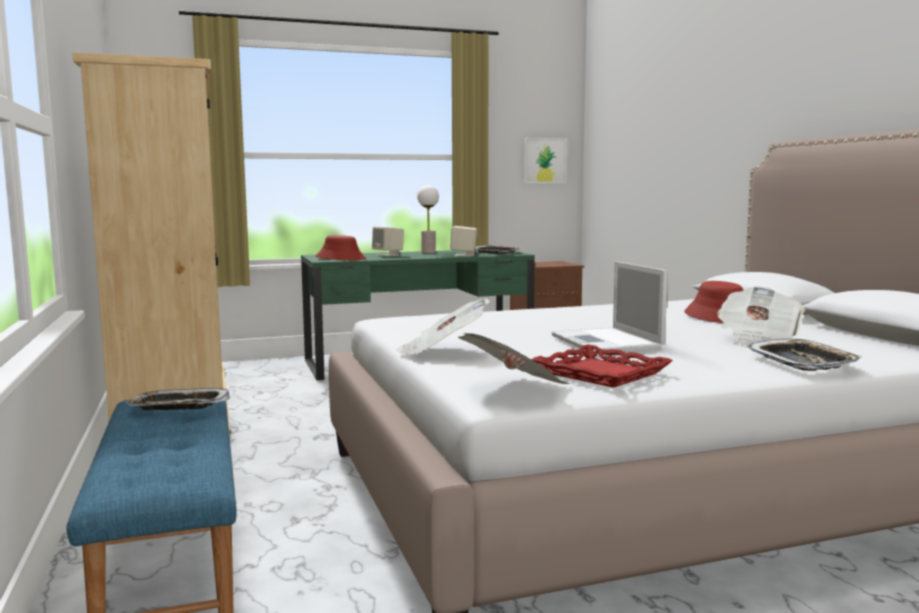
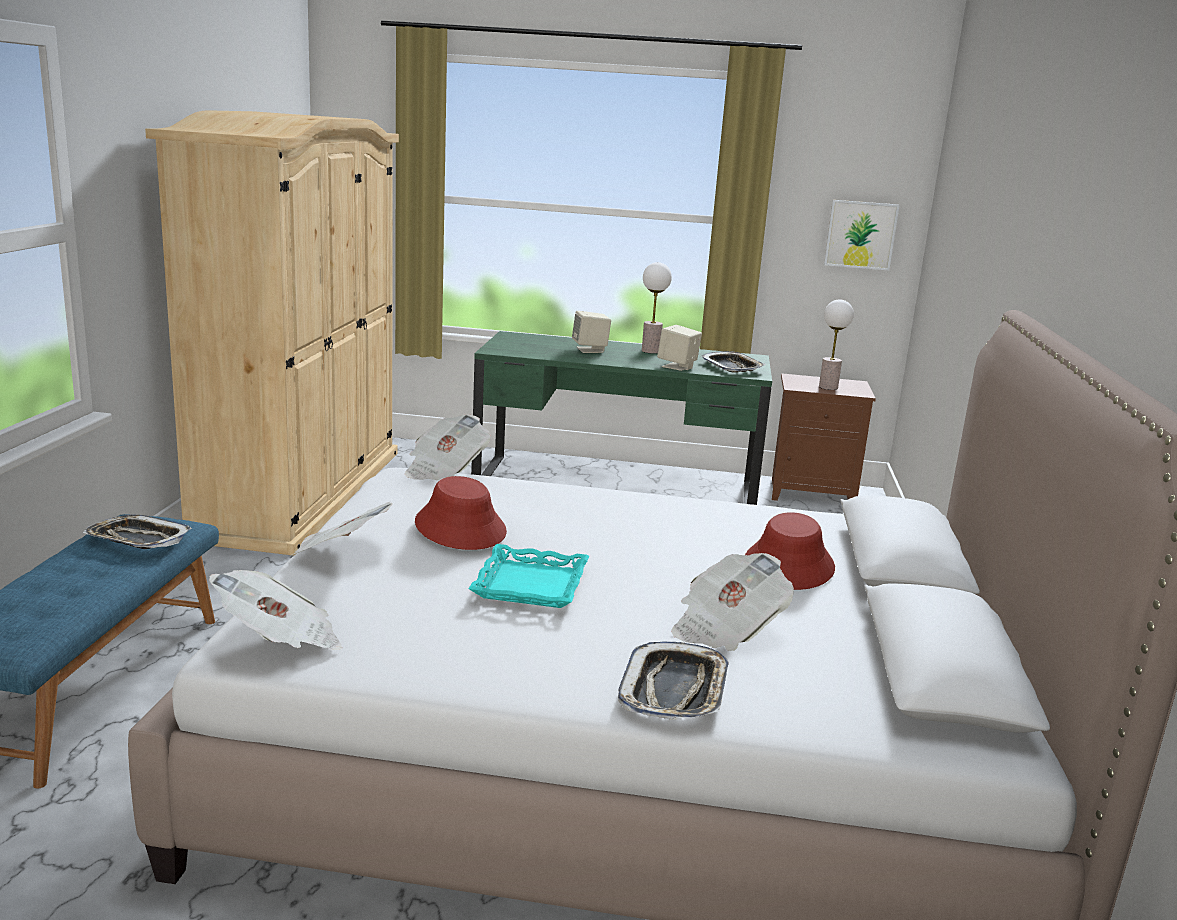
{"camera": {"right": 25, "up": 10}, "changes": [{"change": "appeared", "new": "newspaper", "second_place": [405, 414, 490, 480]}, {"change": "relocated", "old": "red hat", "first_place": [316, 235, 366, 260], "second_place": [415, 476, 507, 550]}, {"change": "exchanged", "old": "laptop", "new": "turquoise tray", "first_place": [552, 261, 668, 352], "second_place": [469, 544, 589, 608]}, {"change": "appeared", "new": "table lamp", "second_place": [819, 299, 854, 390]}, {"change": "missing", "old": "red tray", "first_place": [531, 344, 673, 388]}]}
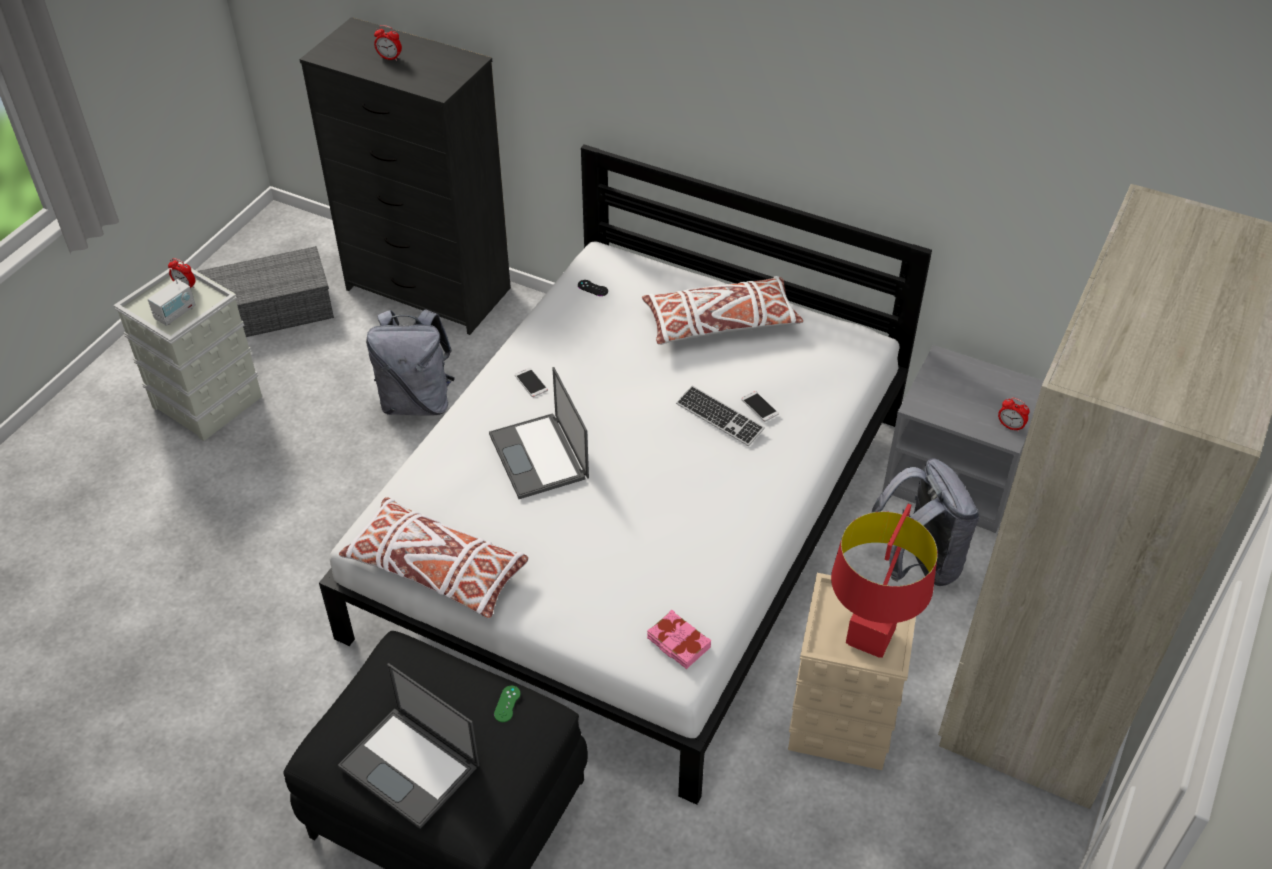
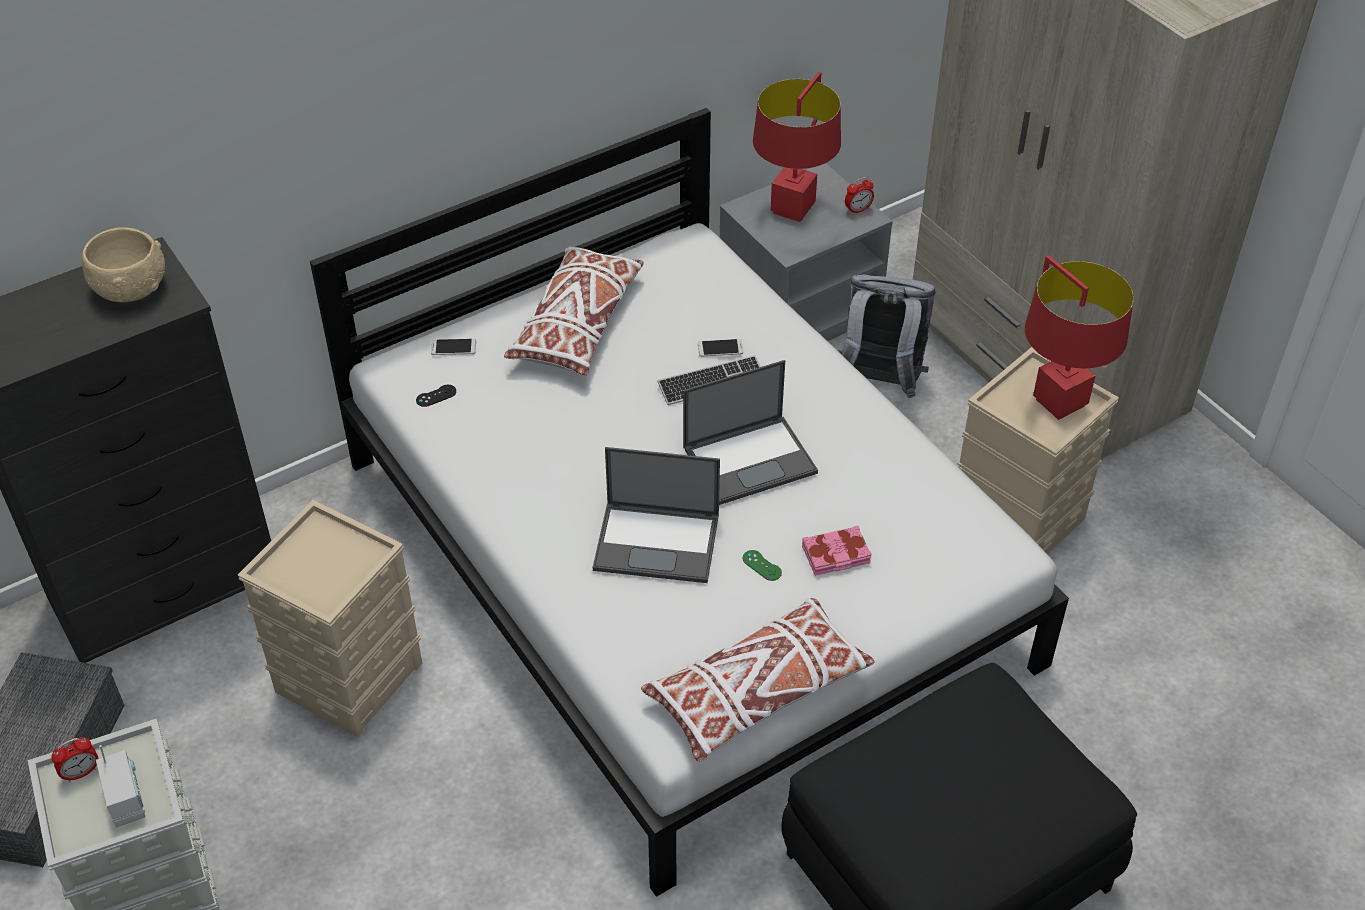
{"camera": {"right": -60, "up": 0}, "changes": [{"change": "appeared", "new": "beige bowl", "second_place": [82, 227, 165, 302]}, {"change": "exchanged", "old": "grey backpack", "new": "beige storage box", "first_place": [366, 309, 455, 415], "second_place": [238, 500, 422, 737]}, {"change": "relocated", "old": "phone", "first_place": [515, 368, 548, 397], "second_place": [431, 338, 476, 355]}, {"change": "relocated", "old": "laptop", "first_place": [338, 663, 479, 829], "second_place": [683, 360, 818, 505]}, {"change": "relocated", "old": "green game controller", "first_place": [494, 686, 521, 722], "second_place": [743, 550, 782, 581]}, {"change": "appeared", "new": "red table lamp", "second_place": [753, 72, 841, 222]}, {"change": "relocated", "old": "pink book", "first_place": [647, 610, 711, 669], "second_place": [802, 526, 872, 576]}, {"change": "missing", "old": "alarm clock", "first_place": [374, 25, 402, 61]}]}
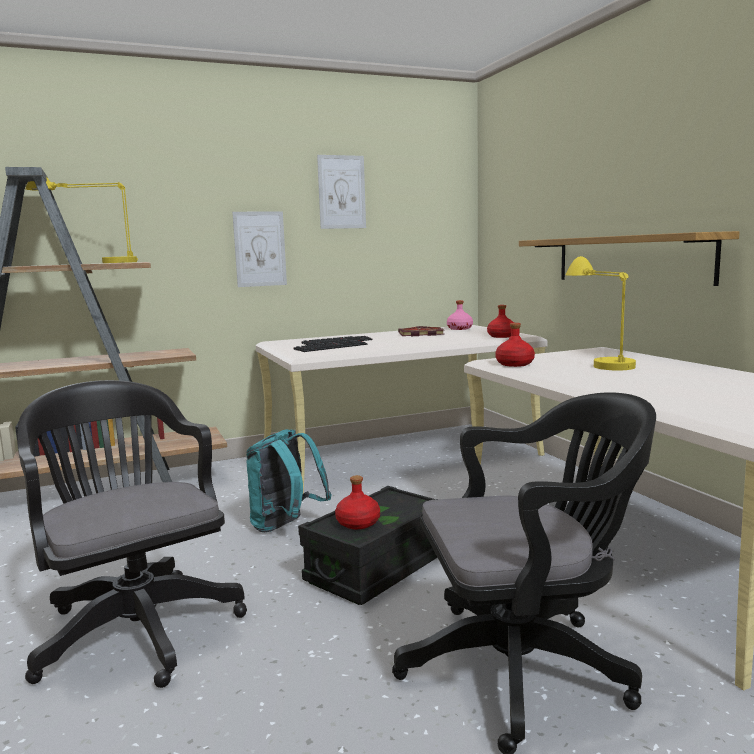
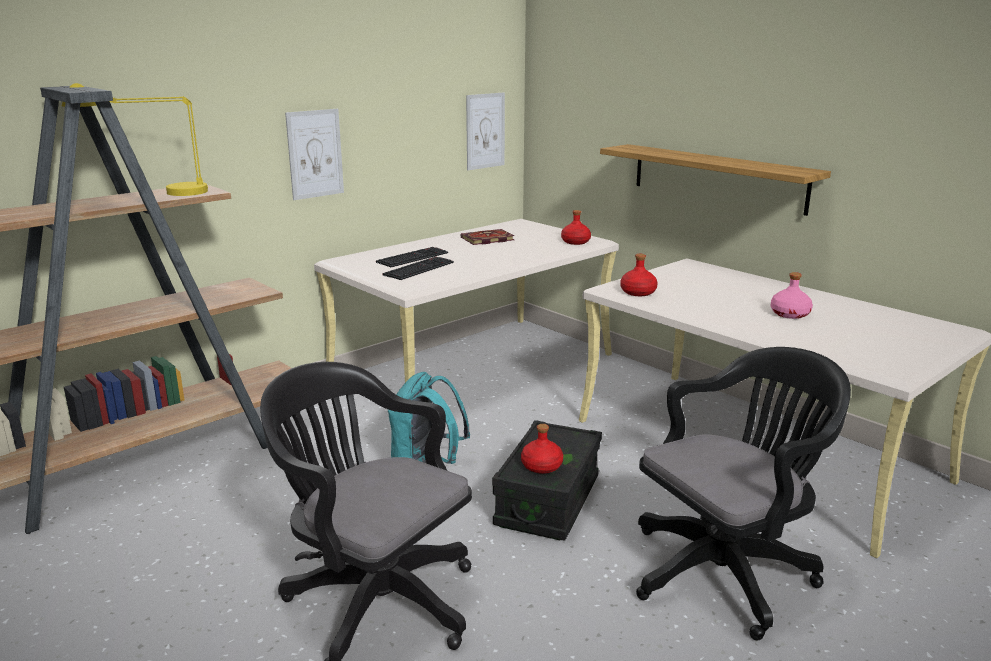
{"camera": {"right": -20, "up": 10}, "changes": [{"change": "relocated", "old": "picture", "first_place": [317, 155, 366, 229], "second_place": [466, 93, 505, 170]}, {"change": "relocated", "old": "pink bottle", "first_place": [447, 300, 473, 330], "second_place": [771, 272, 813, 319]}, {"change": "missing", "old": "yellow table lamp", "first_place": [566, 256, 636, 370]}]}
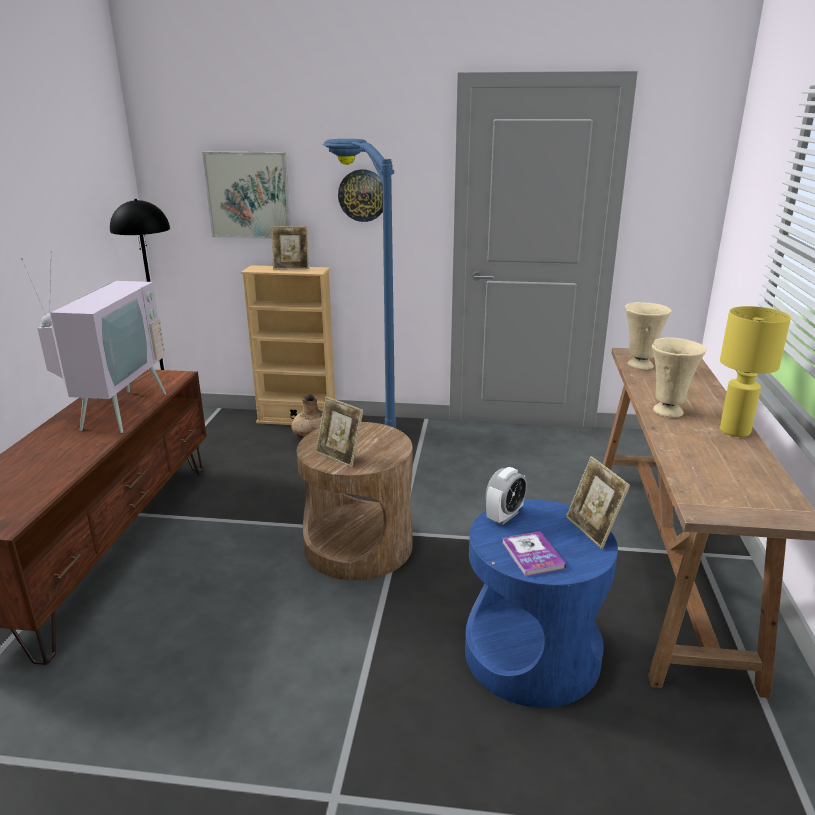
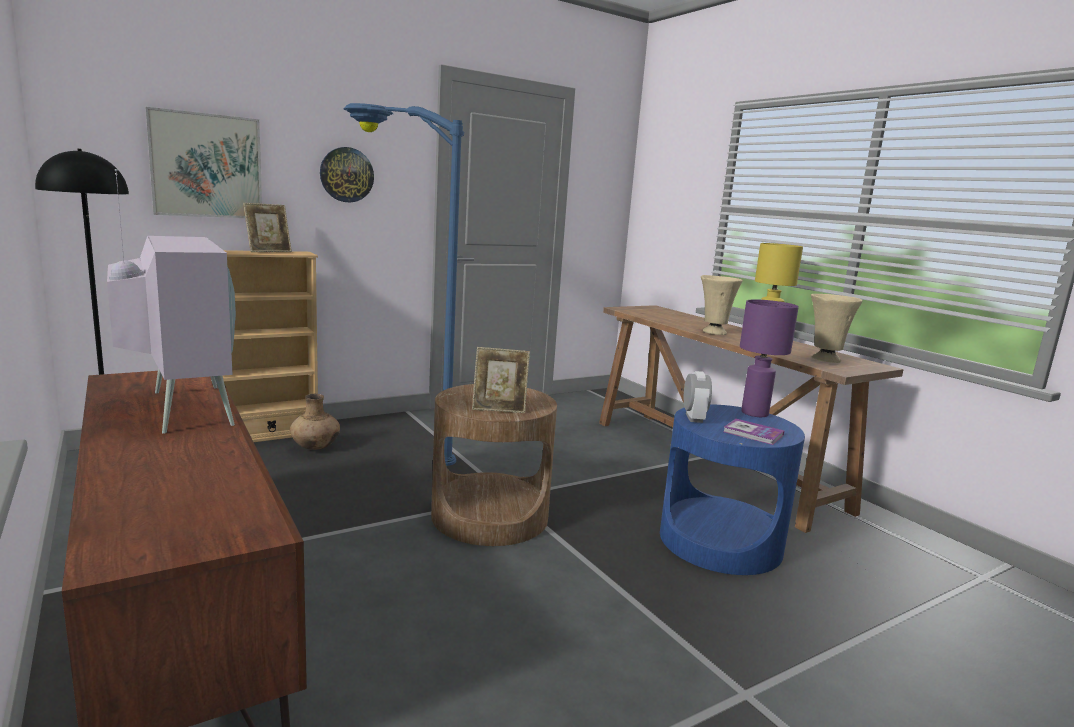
{"camera": {"right": -40, "up": -10}, "changes": [{"change": "exchanged", "old": "picture frame", "new": "purple table lamp", "first_place": [566, 456, 630, 549], "second_place": [740, 299, 799, 417]}, {"change": "relocated", "old": "beige vase", "first_place": [625, 302, 672, 370], "second_place": [811, 294, 863, 363]}]}
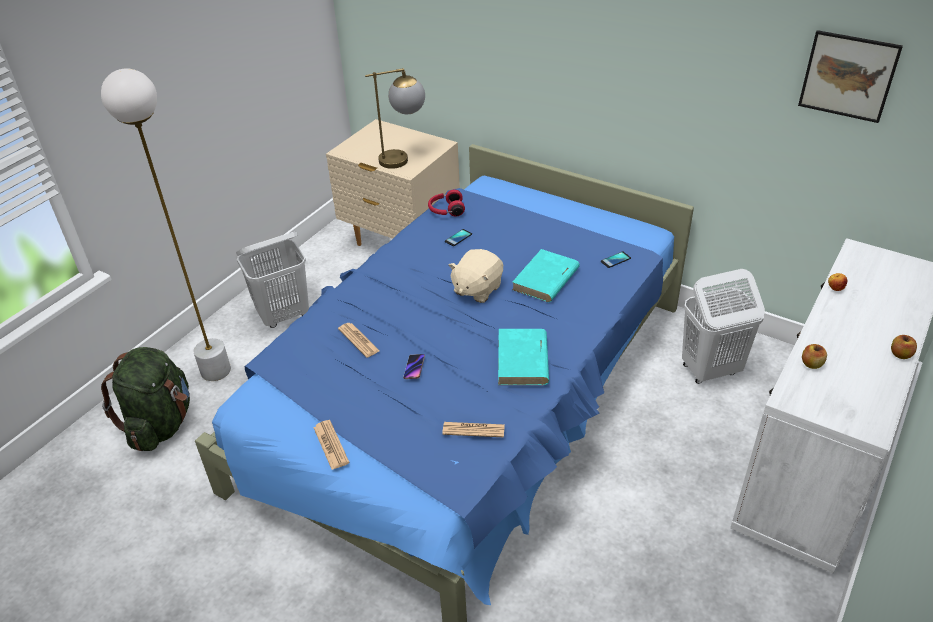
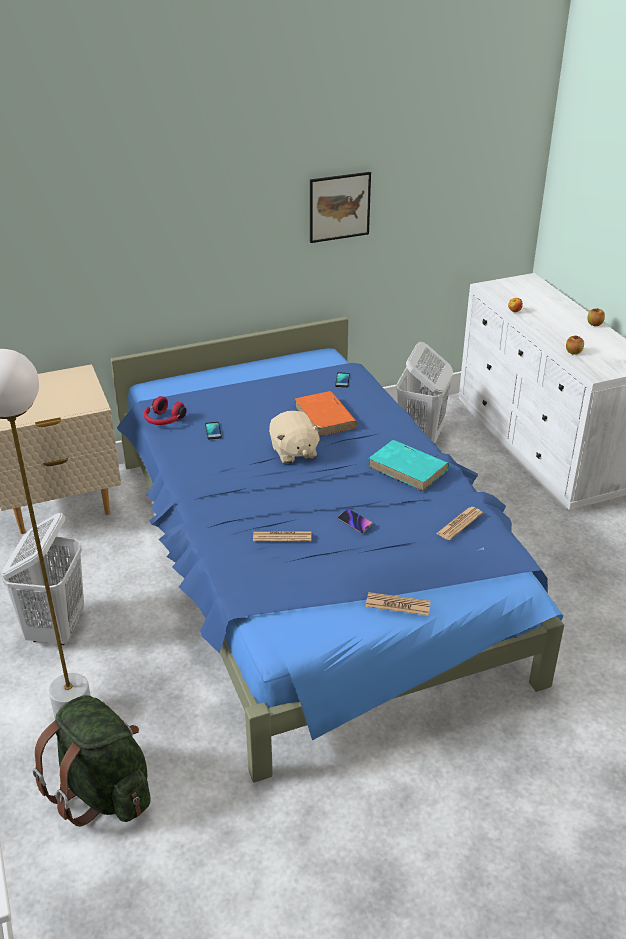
{"camera": {"right": -55, "up": -5}, "changes": [{"change": "colour", "old": "turquoise book", "new": "orange book", "first_place": [512, 249, 580, 302], "second_place": [295, 391, 358, 437]}, {"change": "relocated", "old": "picture", "first_place": [798, 30, 903, 123], "second_place": [310, 172, 371, 243]}, {"change": "missing", "old": "table lamp", "first_place": [365, 68, 425, 169]}]}
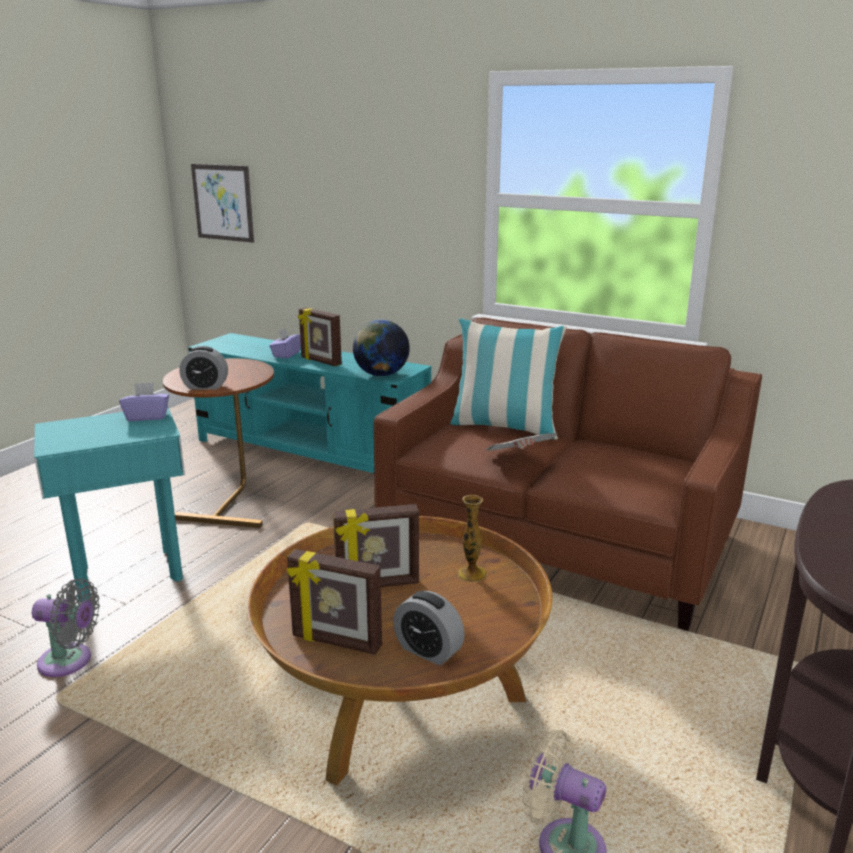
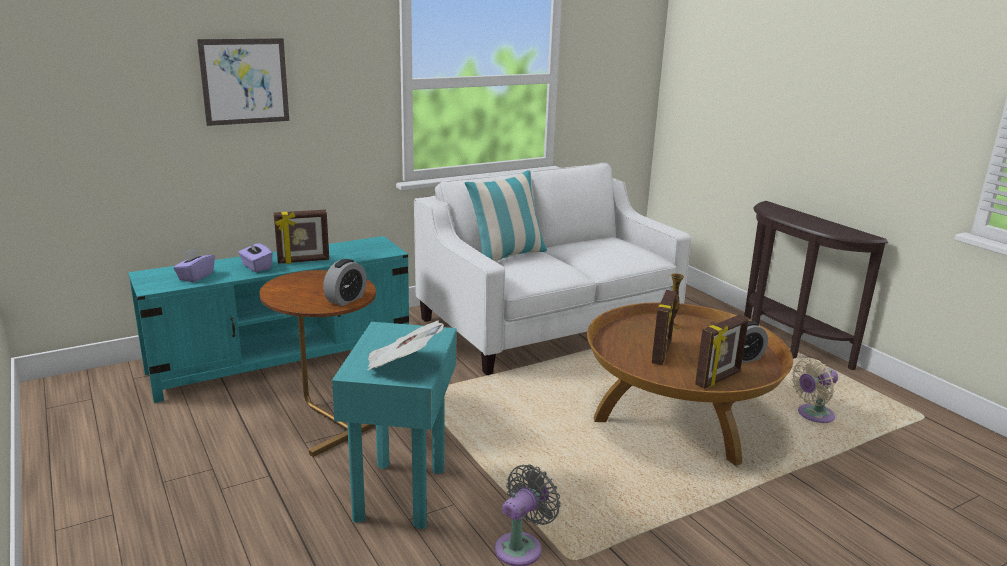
{"camera": {"right": -60, "up": 0}, "changes": [{"change": "relocated", "old": "purple tissue box", "first_place": [119, 382, 169, 421], "second_place": [173, 248, 215, 282]}, {"change": "relocated", "old": "picture", "first_place": [191, 164, 254, 243], "second_place": [197, 38, 289, 126]}, {"change": "relocated", "old": "newspaper", "first_place": [486, 433, 558, 451], "second_place": [367, 320, 444, 370]}, {"change": "colour", "old": "brown sofa", "new": "white sofa", "first_place": [374, 317, 762, 631], "second_place": [414, 163, 691, 375]}, {"change": "missing", "old": "globe", "first_place": [353, 320, 410, 376]}]}
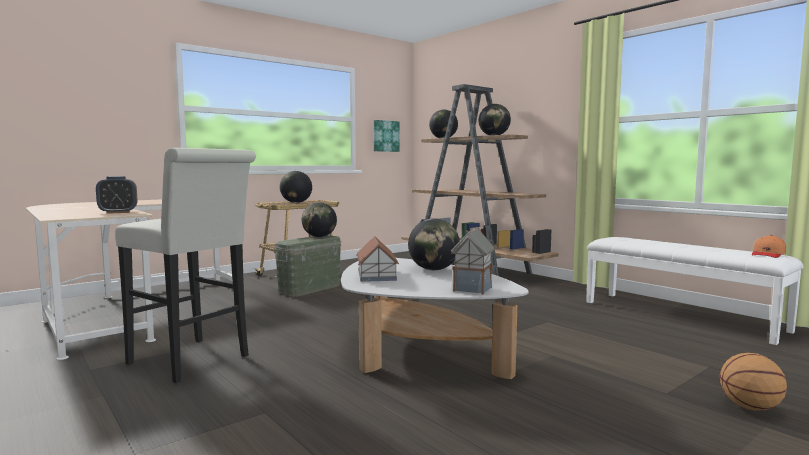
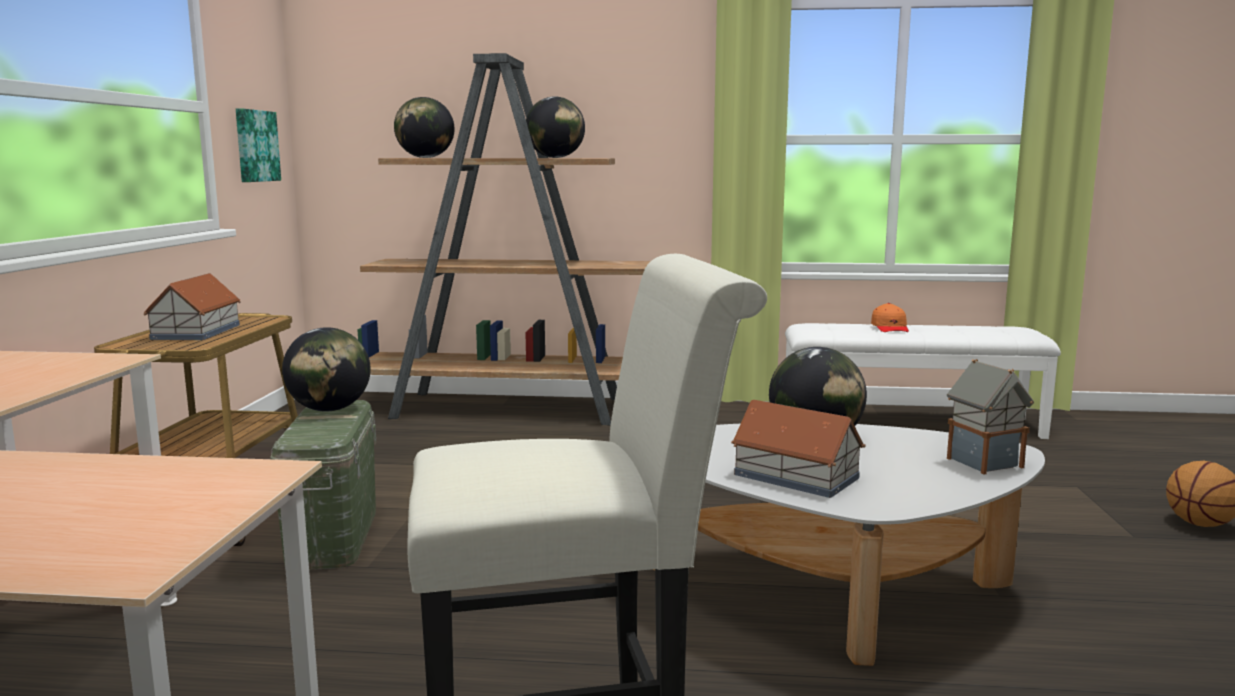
{"camera": {"right": -45, "up": 5}, "changes": [{"change": "exchanged", "old": "globe", "new": "toy house", "first_place": [280, 171, 312, 203], "second_place": [144, 273, 240, 340]}, {"change": "relocated", "old": "orange cap", "first_place": [752, 235, 786, 258], "second_place": [871, 303, 909, 332]}, {"change": "missing", "old": "alarm clock", "first_place": [96, 176, 138, 214]}]}
